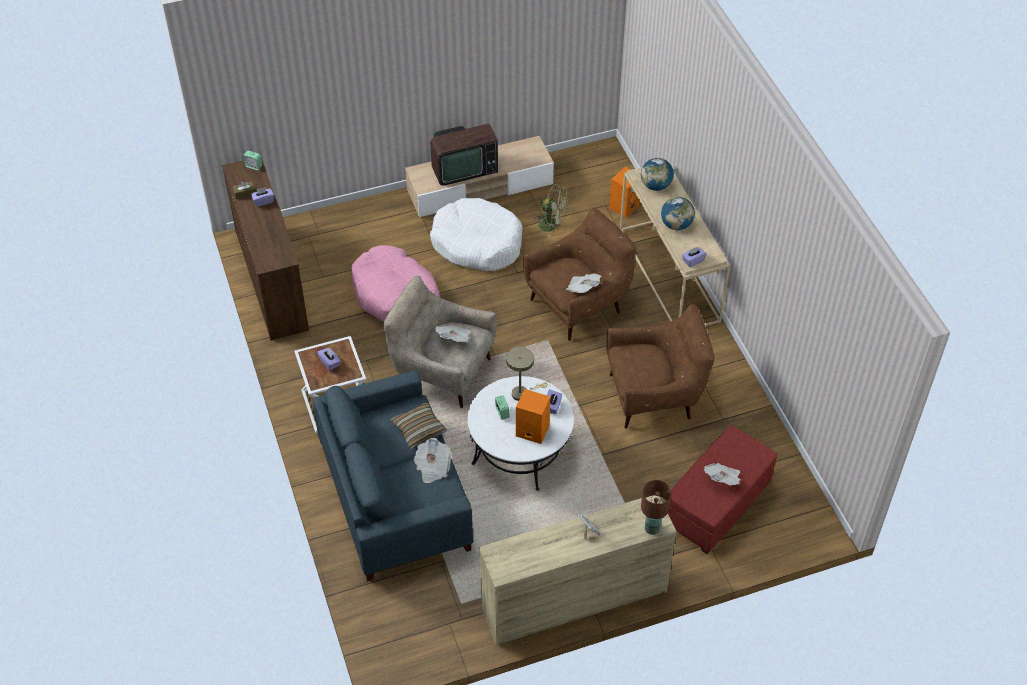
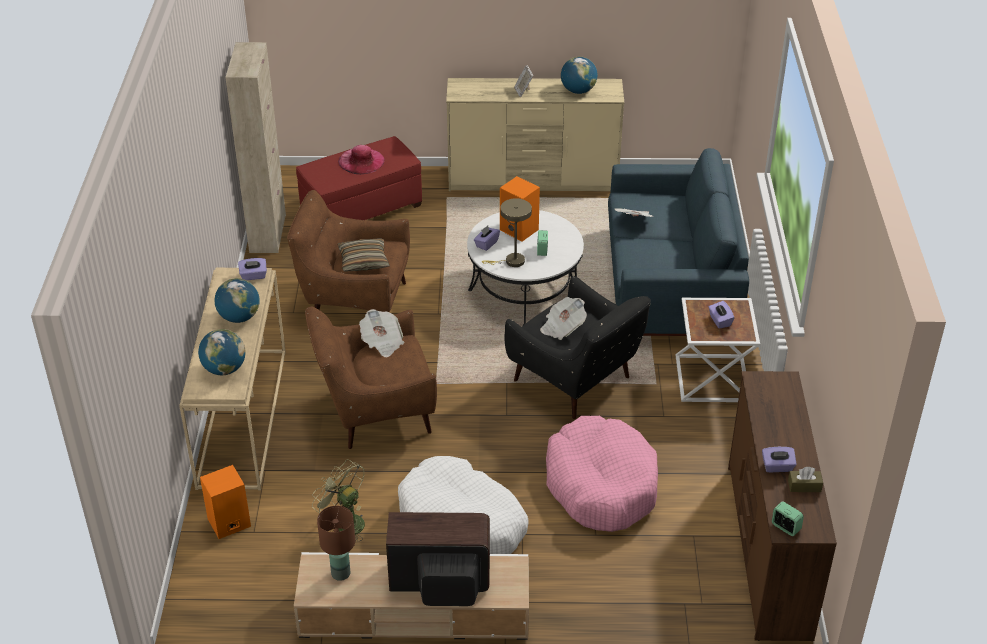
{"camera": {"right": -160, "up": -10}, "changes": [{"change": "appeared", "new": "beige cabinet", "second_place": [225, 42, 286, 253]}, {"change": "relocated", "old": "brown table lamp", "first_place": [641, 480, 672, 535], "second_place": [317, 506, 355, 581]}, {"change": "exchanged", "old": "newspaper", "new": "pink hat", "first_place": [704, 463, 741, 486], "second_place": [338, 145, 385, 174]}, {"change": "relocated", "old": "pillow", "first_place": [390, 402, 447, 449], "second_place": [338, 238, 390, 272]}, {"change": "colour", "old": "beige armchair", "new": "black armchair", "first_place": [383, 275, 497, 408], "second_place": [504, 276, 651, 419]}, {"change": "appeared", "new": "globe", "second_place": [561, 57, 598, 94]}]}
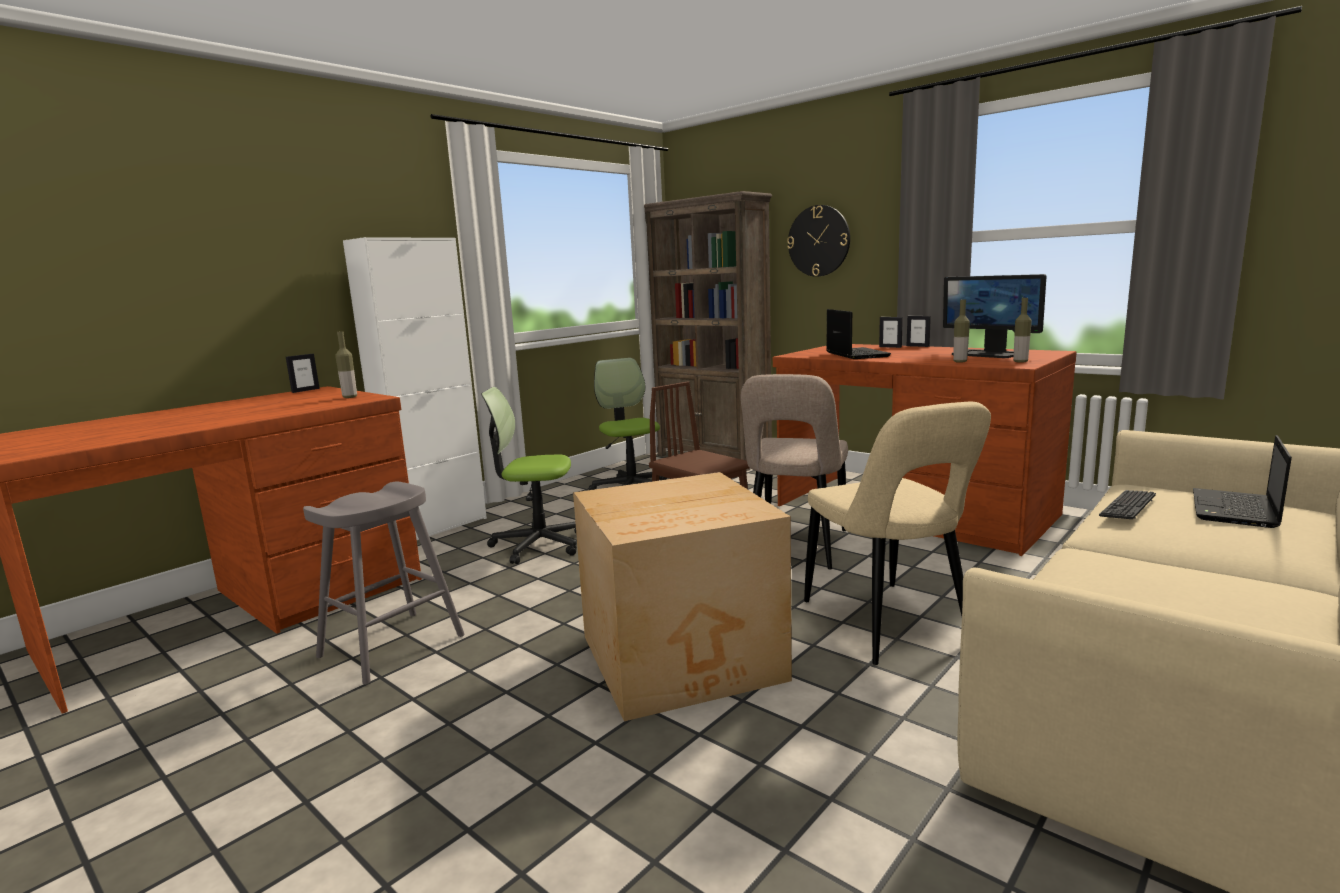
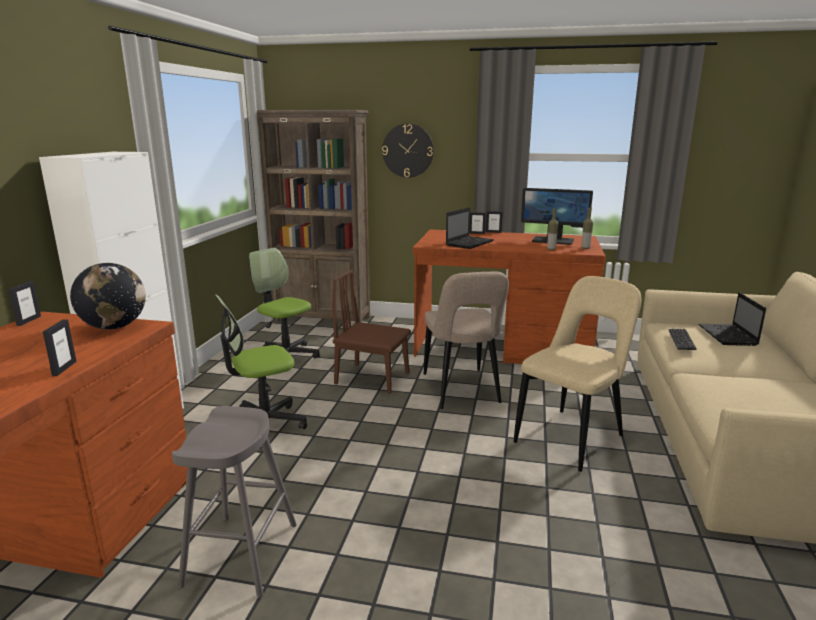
{"camera": {"right": -30, "up": 5}, "changes": [{"change": "appeared", "new": "picture frame", "second_place": [43, 319, 77, 376]}, {"change": "exchanged", "old": "bottle", "new": "globe", "first_place": [335, 331, 357, 398], "second_place": [70, 263, 146, 329]}, {"change": "spun", "old": "laptop", "first_place": [826, 309, 891, 359], "second_place": [446, 207, 494, 249], "degrees": 75}, {"change": "spun", "old": "beige chair", "first_place": [804, 402, 991, 665], "second_place": [514, 276, 641, 472], "degrees": -90}, {"change": "missing", "old": "cardboard box", "first_place": [573, 472, 792, 721]}]}
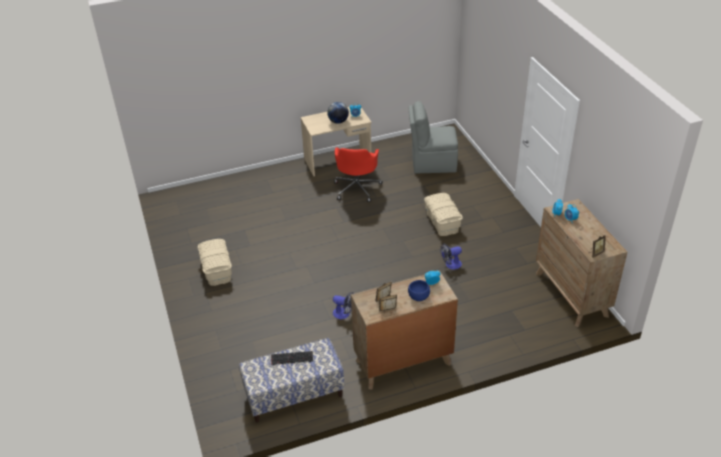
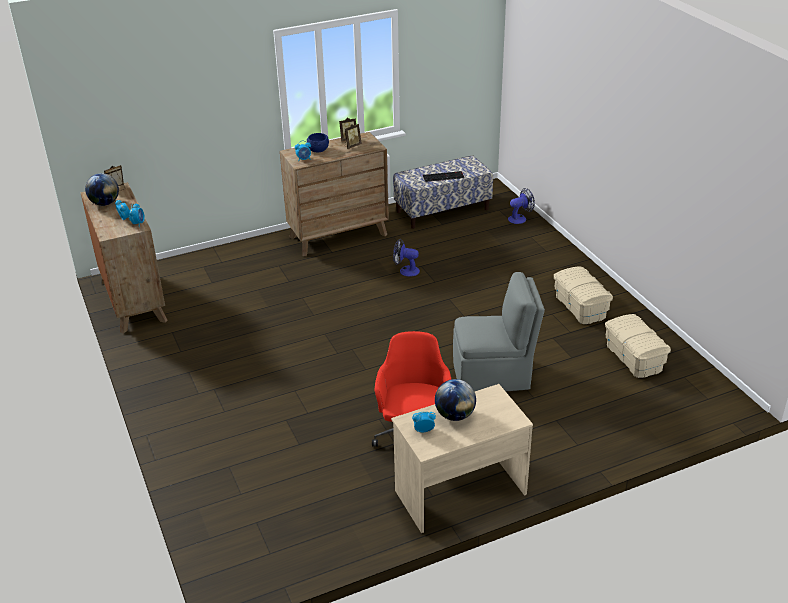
{"camera": {"right": 175, "up": -5}, "changes": [{"change": "appeared", "new": "globe", "second_place": [85, 173, 119, 206]}, {"change": "relocated", "old": "grey chair", "first_place": [408, 101, 458, 173], "second_place": [453, 272, 545, 392]}, {"change": "relocated", "old": "fan", "first_place": [440, 243, 462, 270], "second_place": [508, 188, 535, 224]}, {"change": "relocated", "old": "beige storage box", "first_place": [424, 193, 463, 236], "second_place": [605, 314, 671, 378]}]}
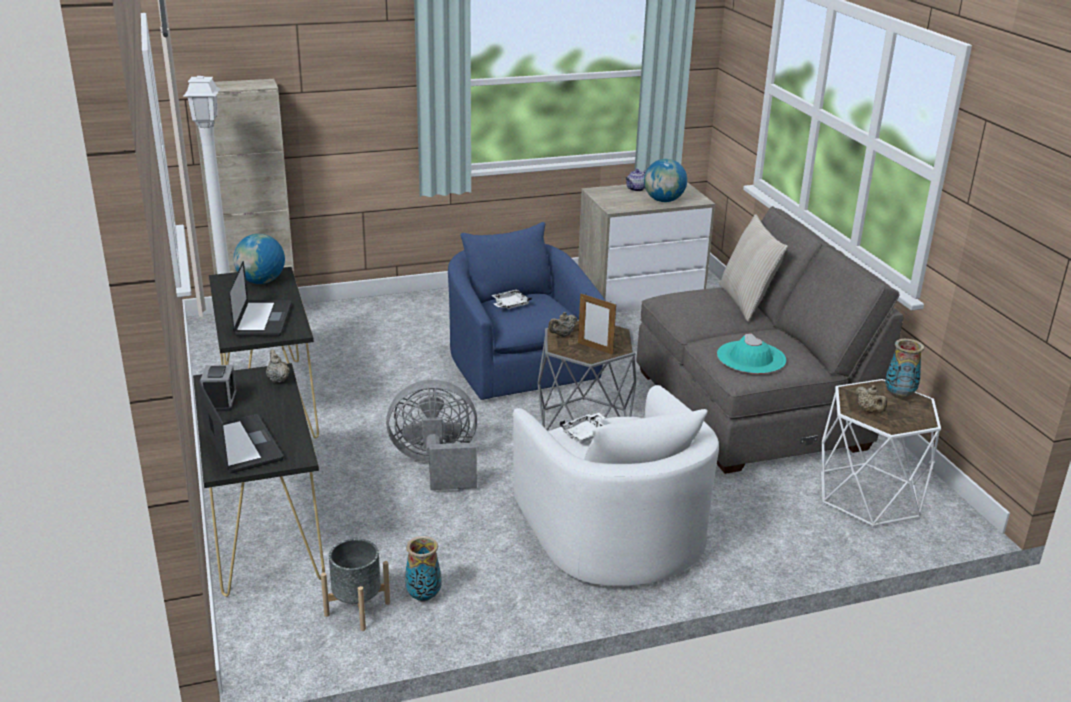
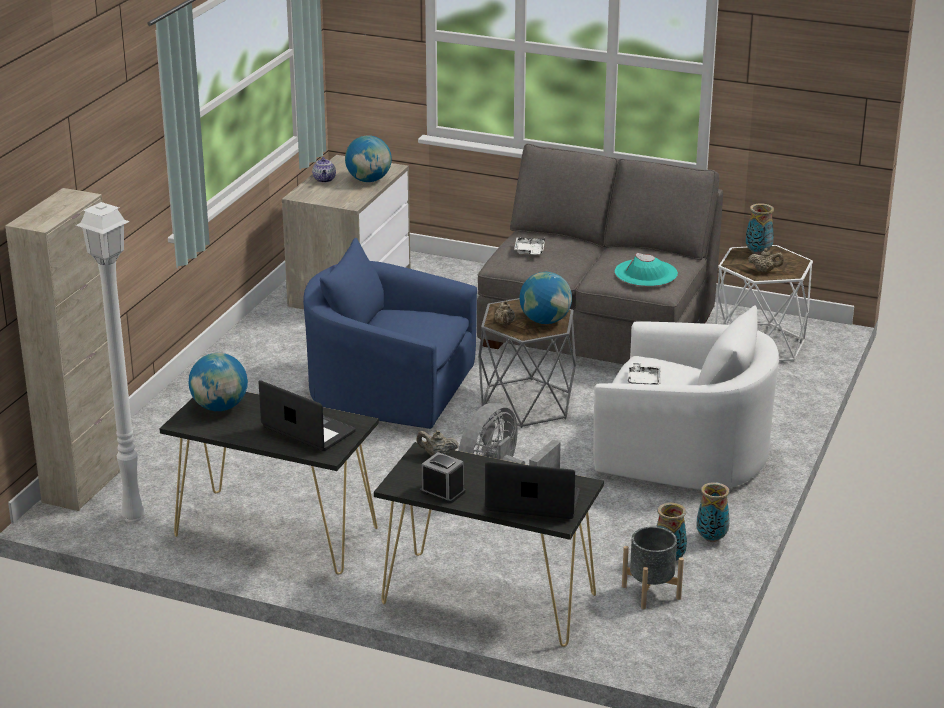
{"camera": {"right": -50, "up": 0}, "changes": [{"change": "relocated", "old": "white tray", "first_place": [491, 289, 532, 309], "second_place": [514, 237, 545, 255]}, {"change": "exchanged", "old": "picture frame", "new": "globe", "first_place": [578, 293, 616, 355], "second_place": [520, 272, 572, 324]}, {"change": "appeared", "new": "vase", "second_place": [696, 482, 730, 542]}, {"change": "missing", "old": "beige pillow", "first_place": [719, 214, 788, 322]}]}
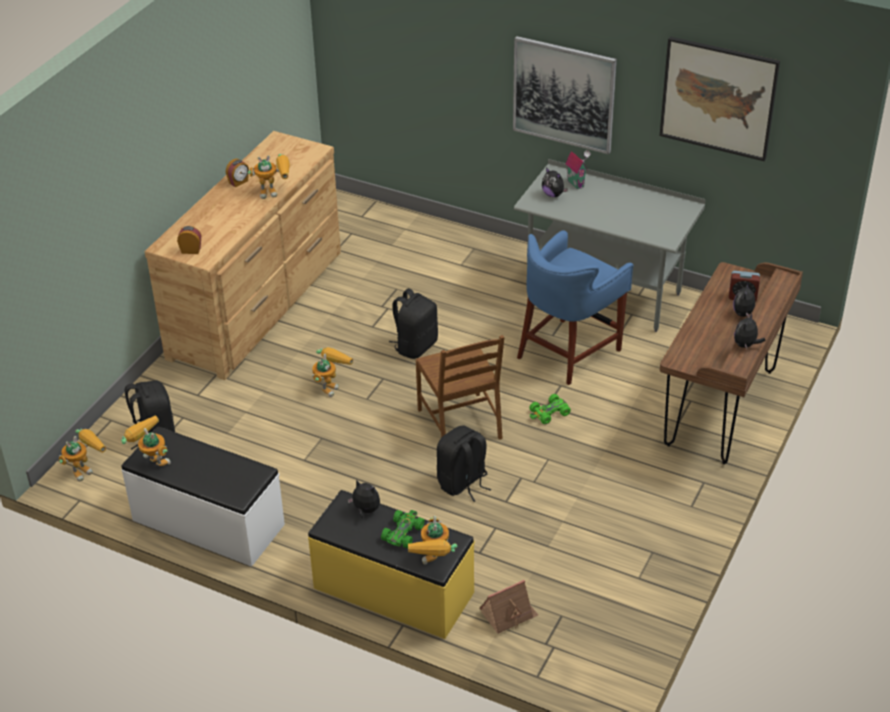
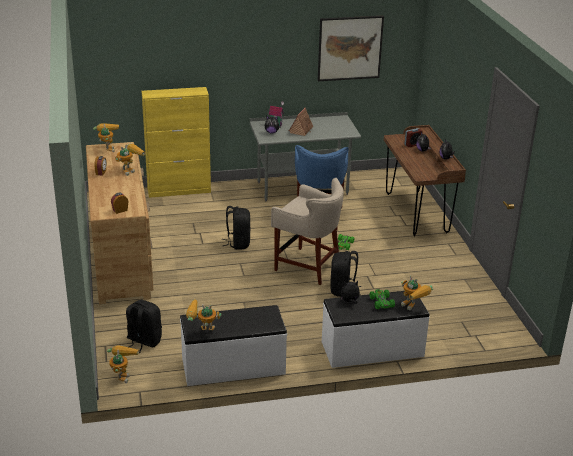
{"camera": {"right": -40, "up": -10}, "changes": [{"change": "relocated", "old": "toy robot", "first_place": [312, 347, 353, 397], "second_place": [93, 123, 119, 152]}, {"change": "appeared", "new": "yellow cabinet", "second_place": [142, 87, 211, 198]}, {"change": "exchanged", "old": "brown chair", "new": "beige stool", "first_place": [416, 335, 504, 440], "second_place": [271, 178, 344, 285]}, {"change": "relocated", "old": "toy house", "first_place": [479, 580, 538, 634], "second_place": [289, 108, 313, 136]}, {"change": "colour", "old": "yellow bench", "new": "white bench", "first_place": [308, 490, 475, 639], "second_place": [322, 291, 430, 368]}, {"change": "missing", "old": "picture", "first_place": [513, 36, 617, 154]}]}
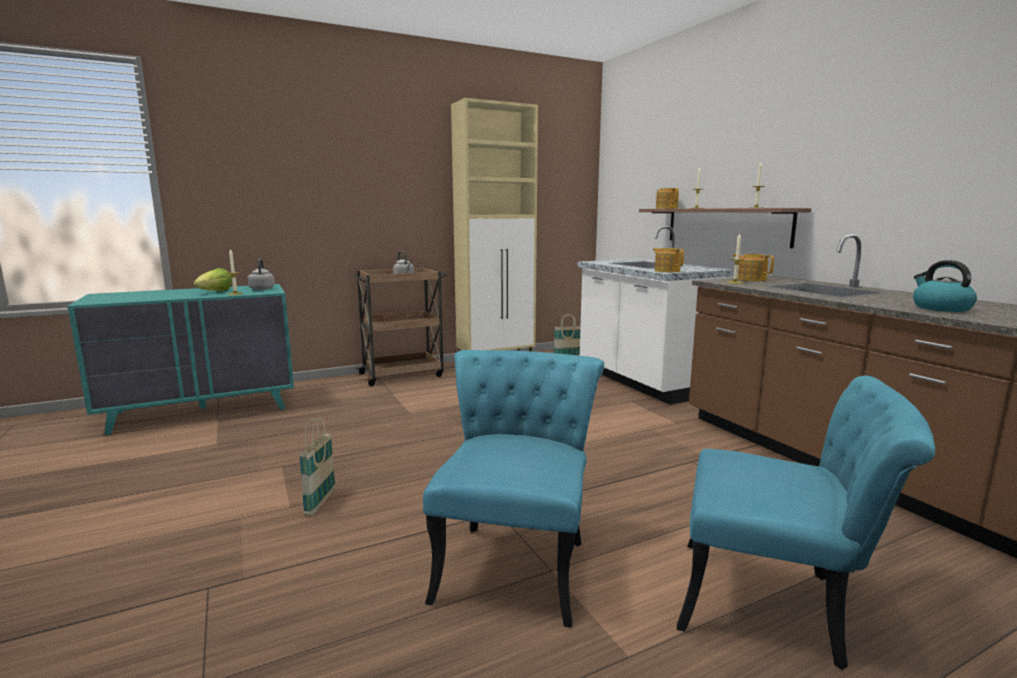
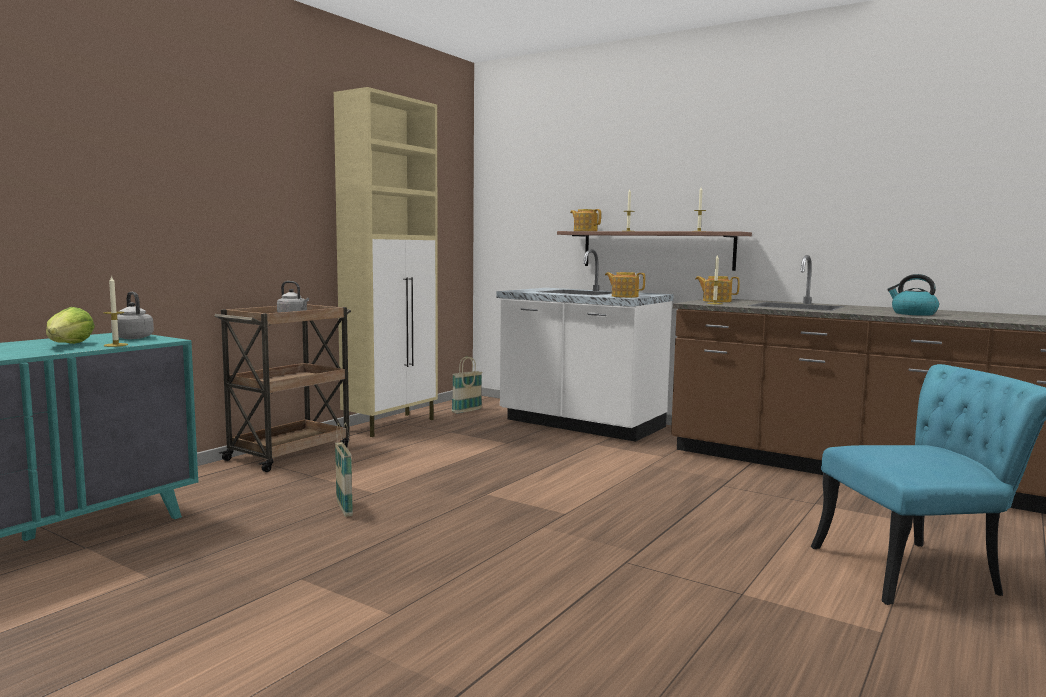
{"camera": {"right": -30, "up": -5}, "changes": [{"change": "relocated", "old": "basket", "first_place": [299, 418, 336, 515], "second_place": [335, 422, 353, 517]}, {"change": "missing", "old": "turquoise chair", "first_place": [423, 350, 604, 628]}]}
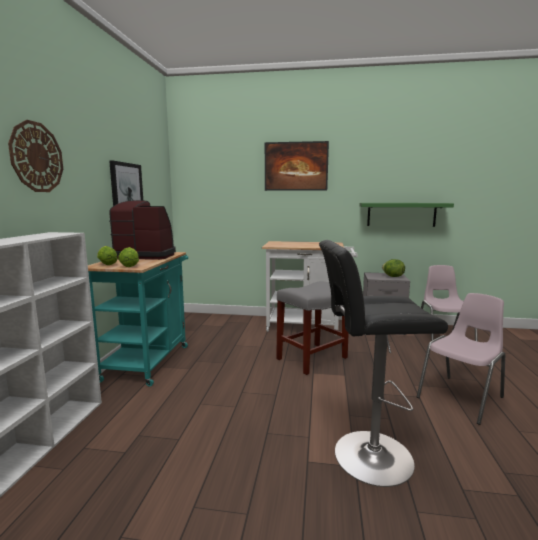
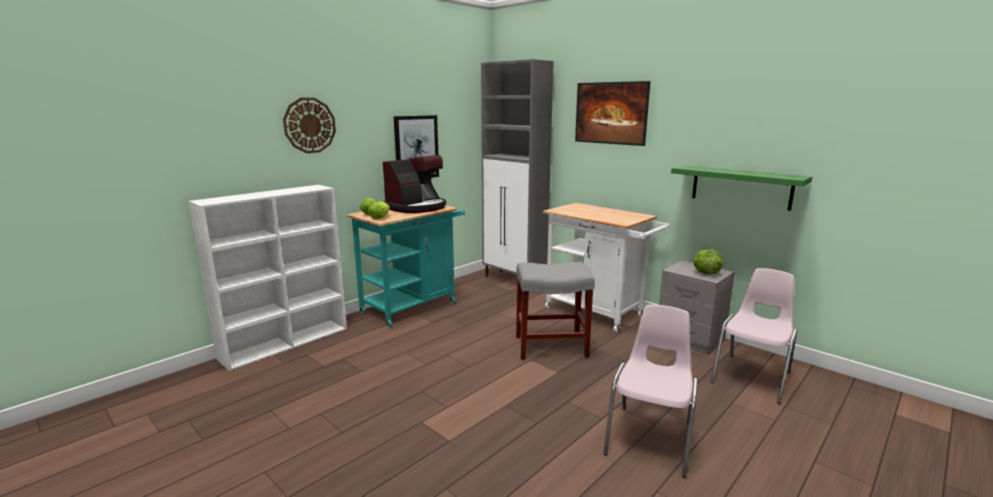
{"camera": {"right": 35, "up": 5}, "changes": [{"change": "spun", "old": "coffee machine", "first_place": [109, 200, 176, 260], "second_place": [383, 155, 446, 213], "degrees": 90}, {"change": "appeared", "new": "grey cabinet", "second_place": [481, 59, 554, 277]}, {"change": "spun", "old": "pink chair", "first_place": [417, 293, 505, 425], "second_place": [603, 305, 698, 478], "degrees": -60}, {"change": "missing", "old": "black stool", "first_place": [319, 240, 448, 487]}]}
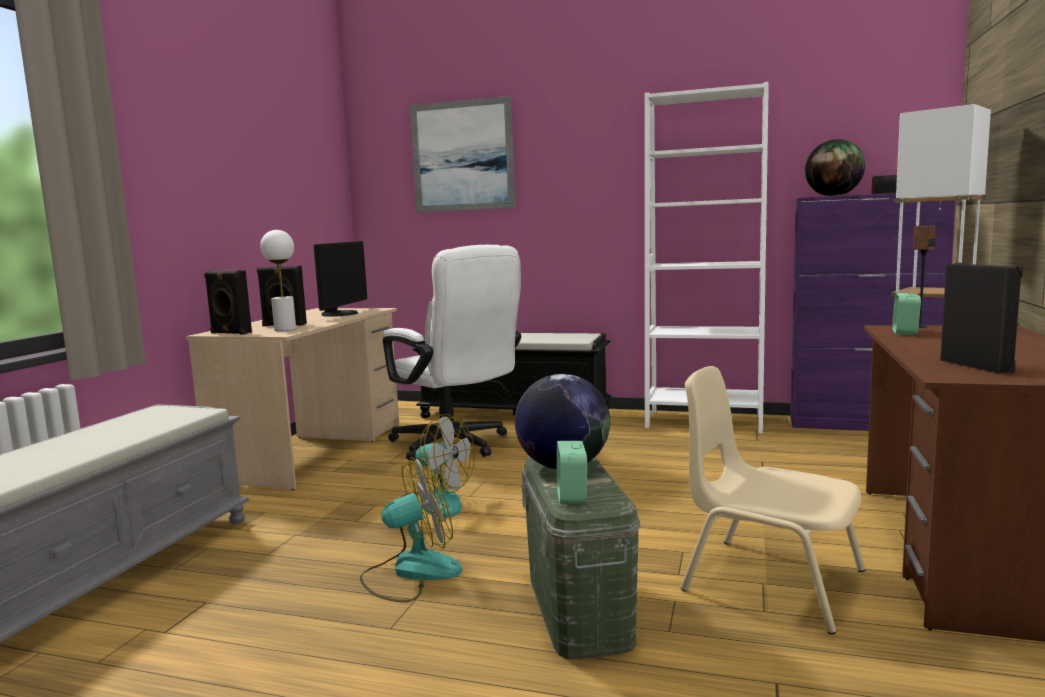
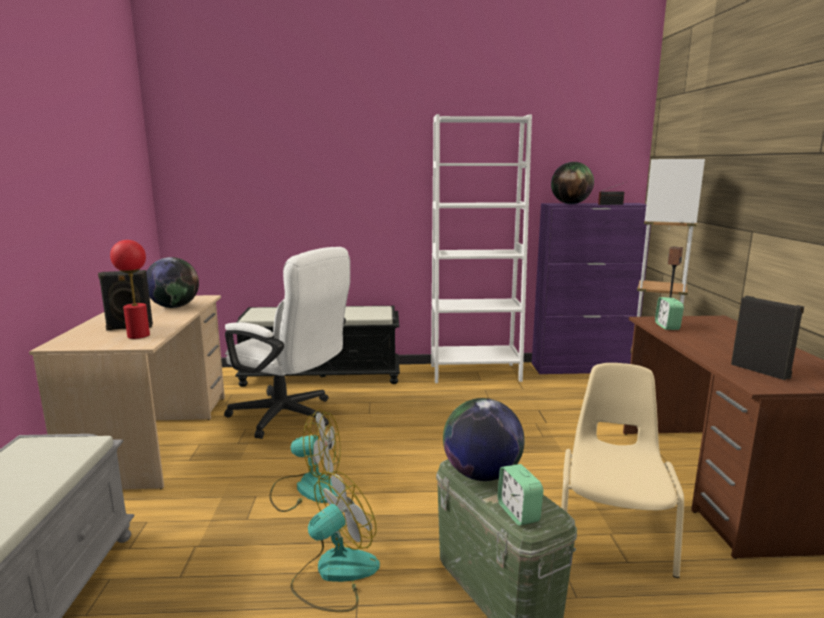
{"camera": {"right": -20, "up": 5}, "changes": [{"change": "colour", "old": "white table lamp", "new": "red table lamp", "first_place": [260, 230, 296, 331], "second_place": [110, 240, 150, 339]}, {"change": "exchanged", "old": "monitor", "new": "globe", "first_place": [314, 241, 367, 317], "second_place": [146, 257, 199, 308]}, {"change": "spun", "old": "beige chair", "first_place": [680, 366, 865, 634], "second_place": [561, 363, 684, 578], "degrees": 90}, {"change": "missing", "old": "black speaker", "first_place": [204, 270, 252, 334]}, {"change": "missing", "old": "picture", "first_place": [410, 96, 515, 212]}]}
